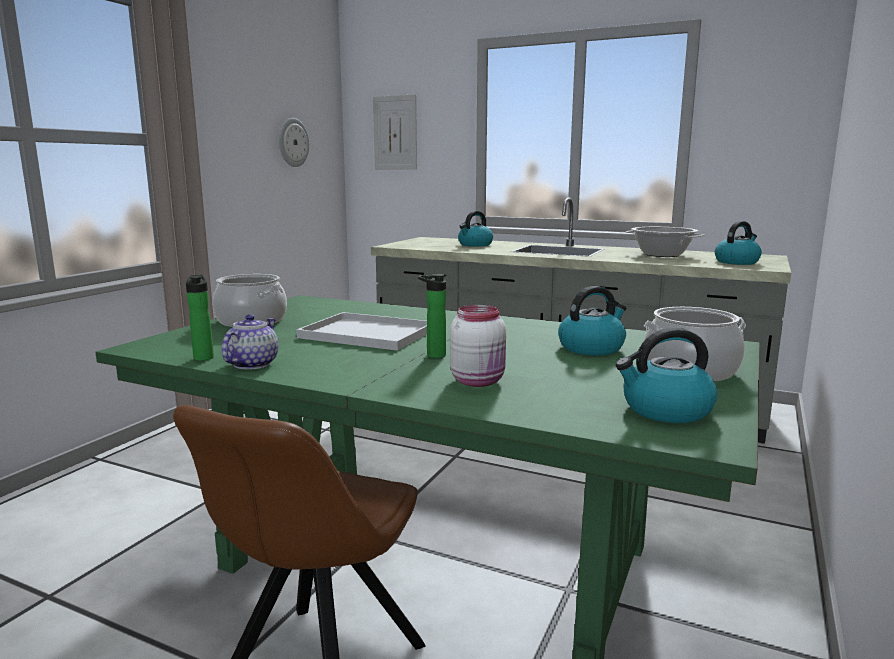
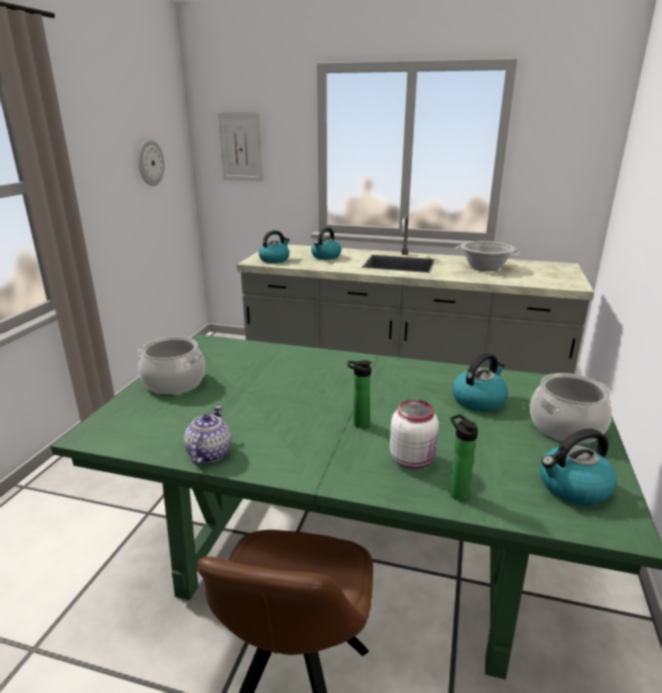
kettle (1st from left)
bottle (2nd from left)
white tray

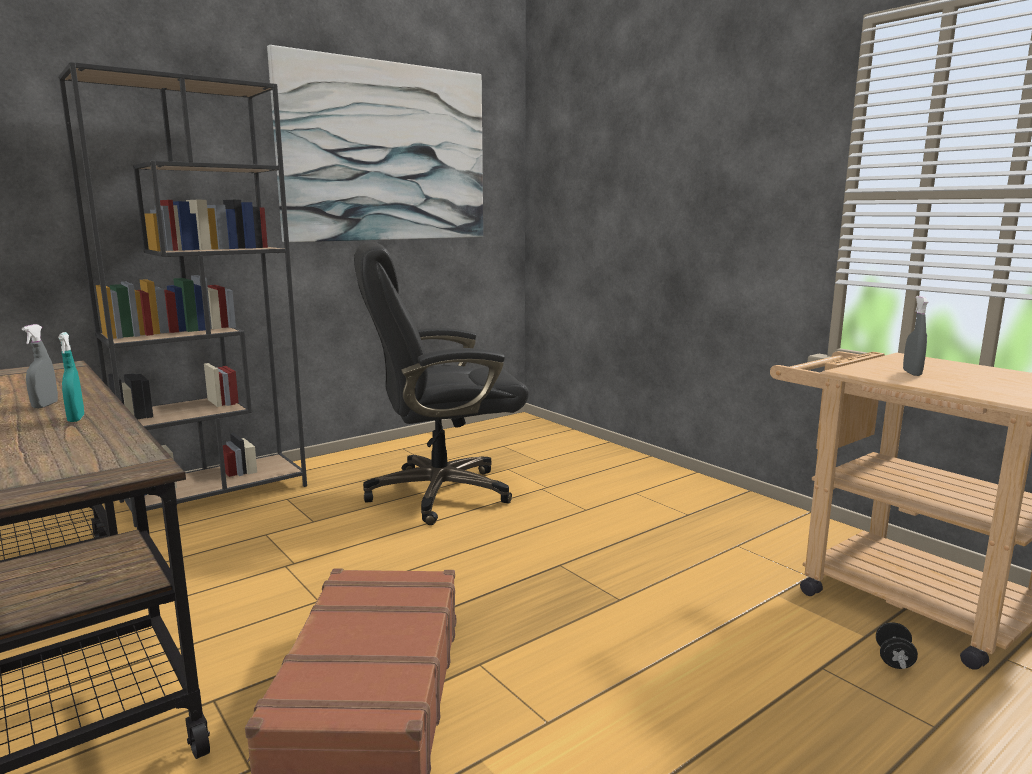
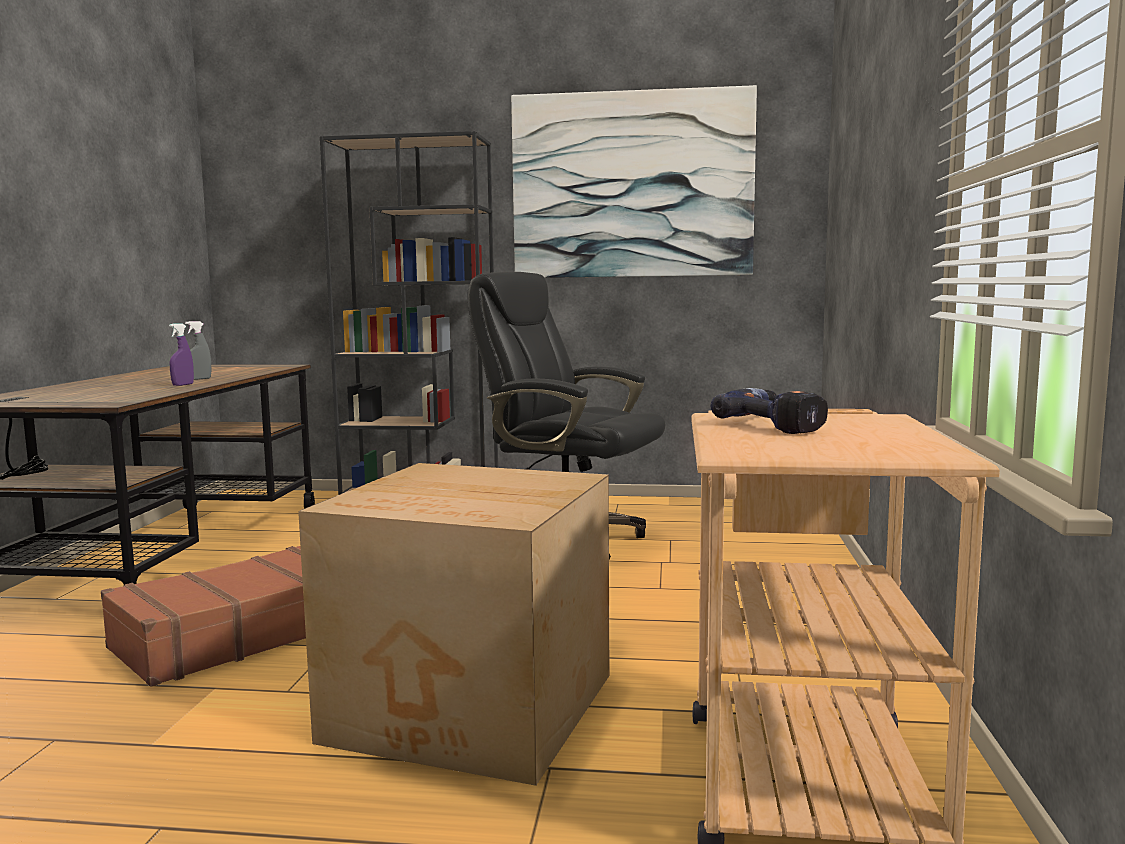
power drill
purple spray bottle
black dumbbell
cardboard box

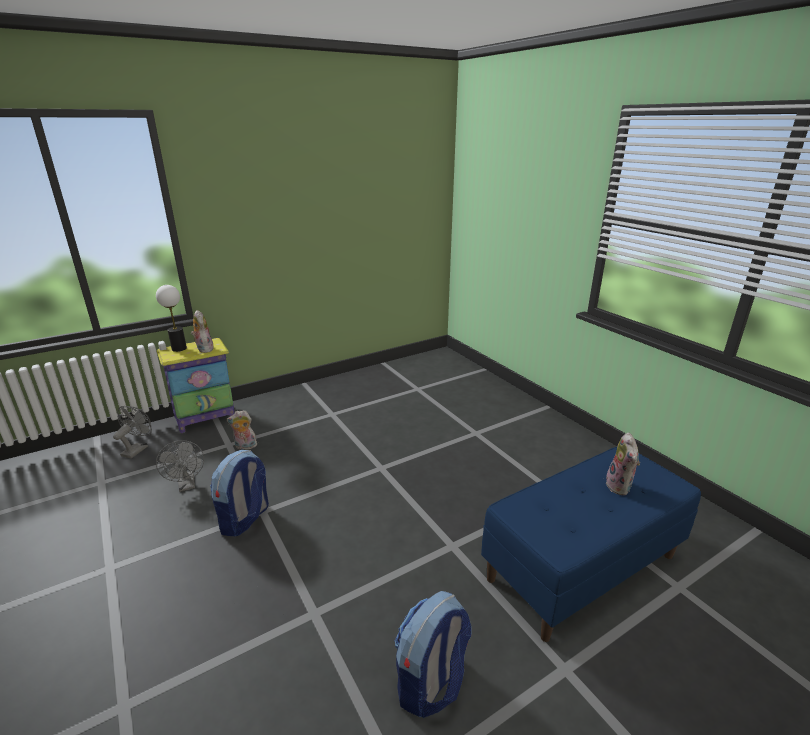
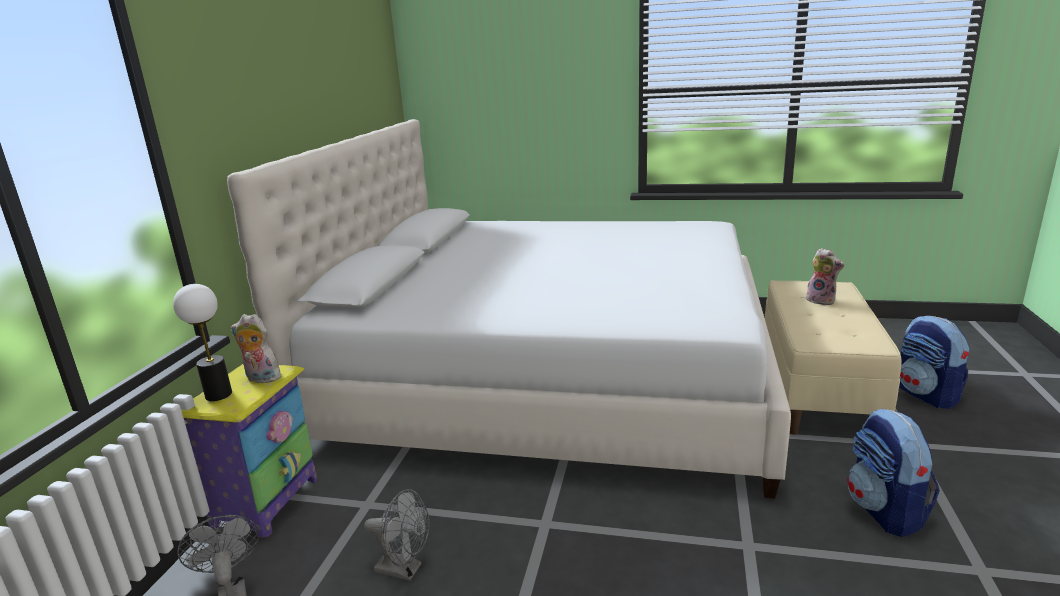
plush toy (2nd from left in the first image)
beige bench
backpack (2nd from left)
white bed

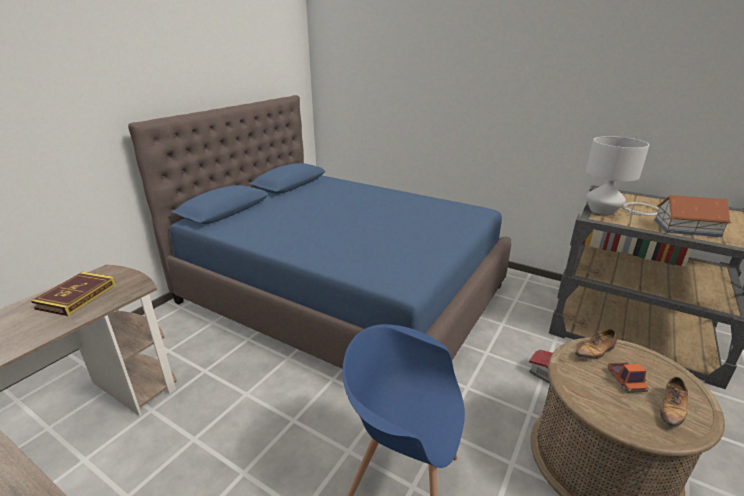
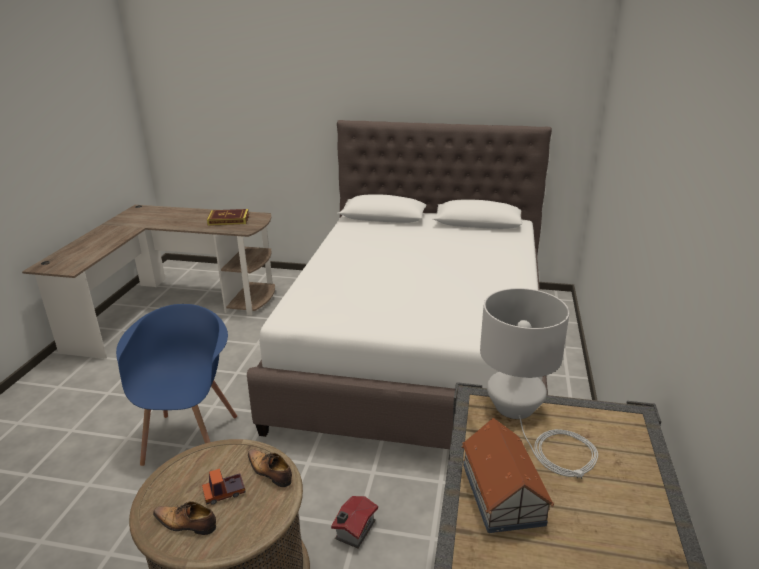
white bed

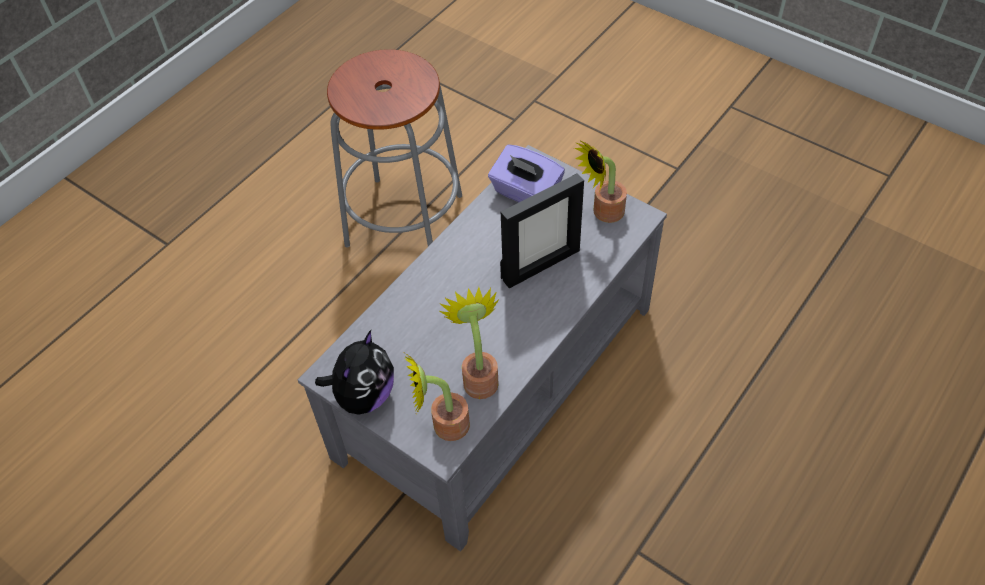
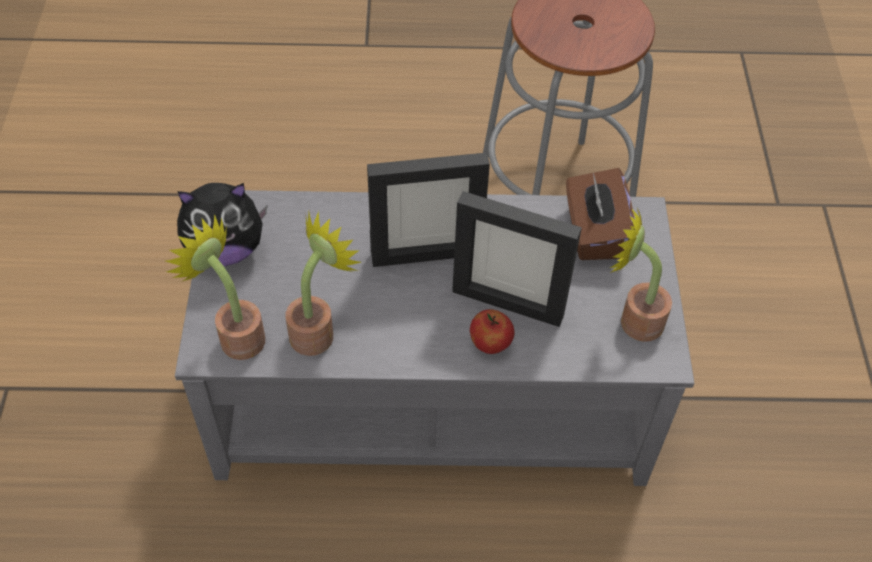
brown tissue box
picture frame (1st from left)
apple

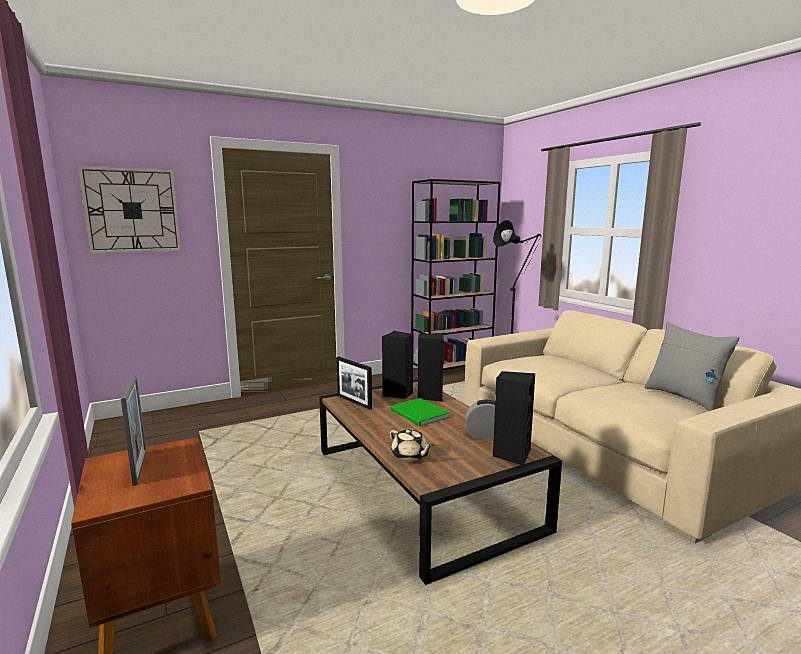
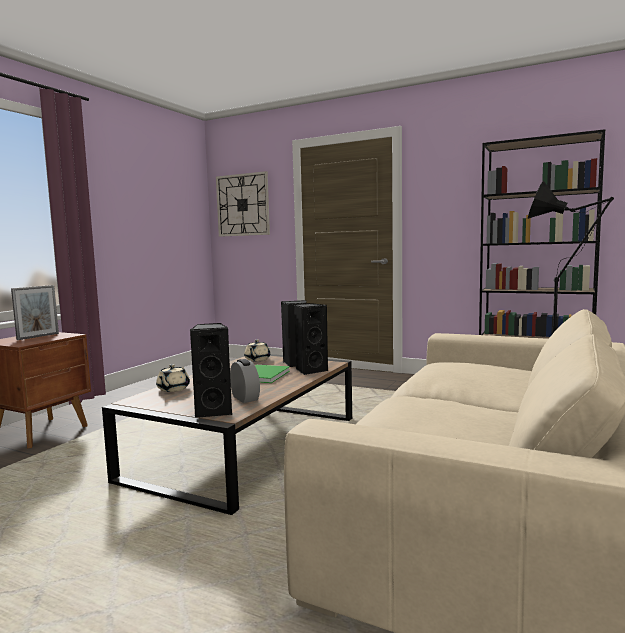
grey pillow
beige teapot (2nd from left)

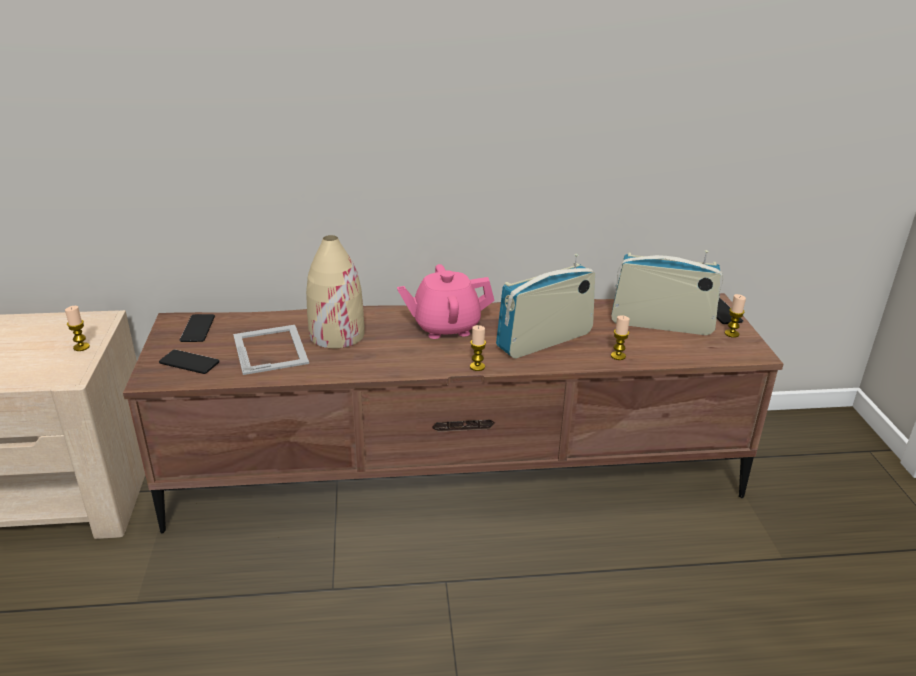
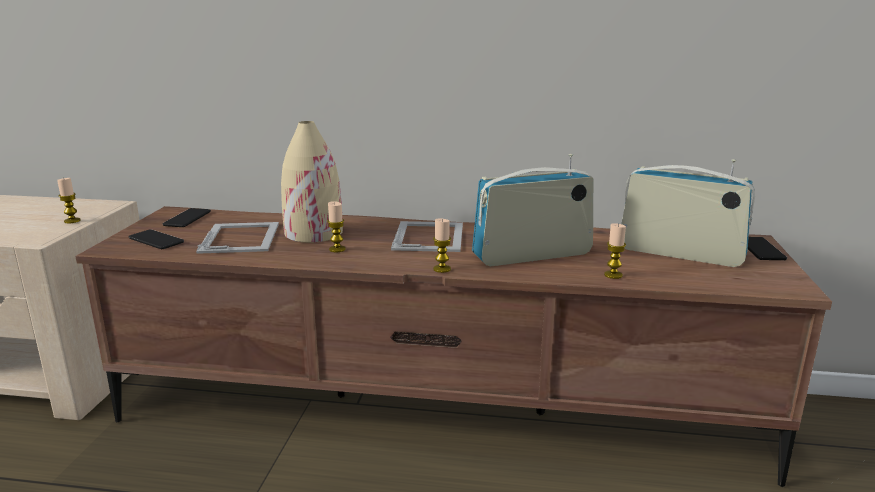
picture frame (2nd from left)
candle (2nd from left)

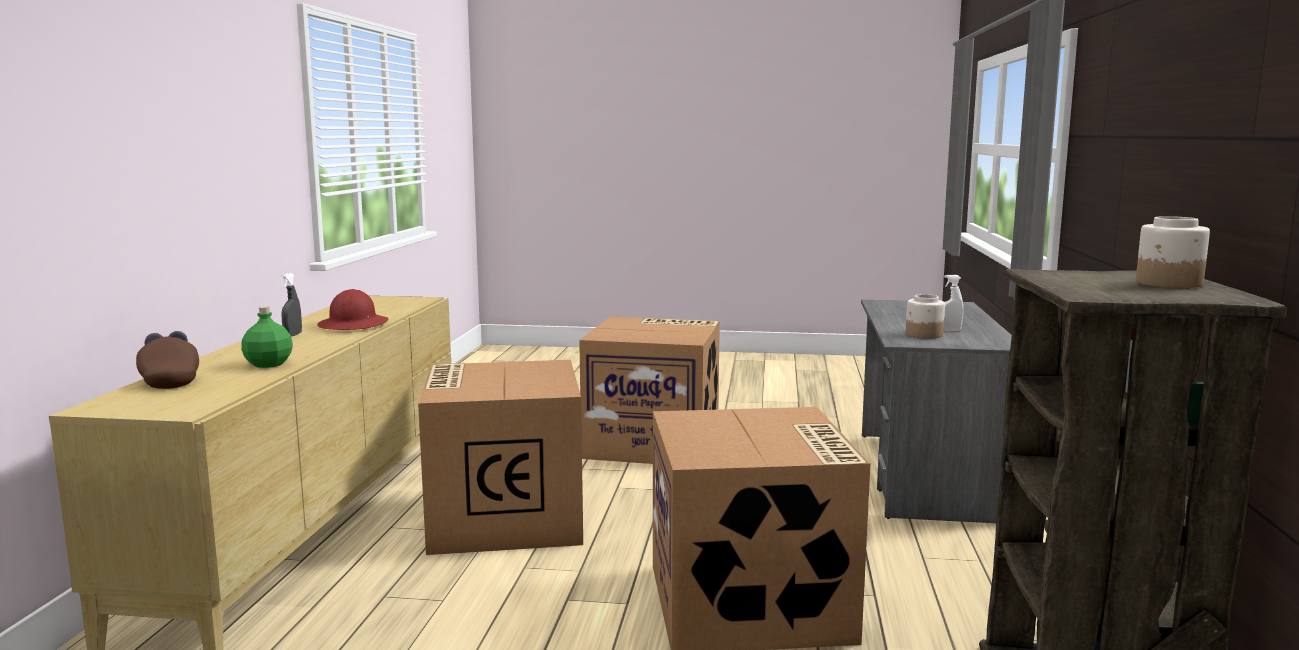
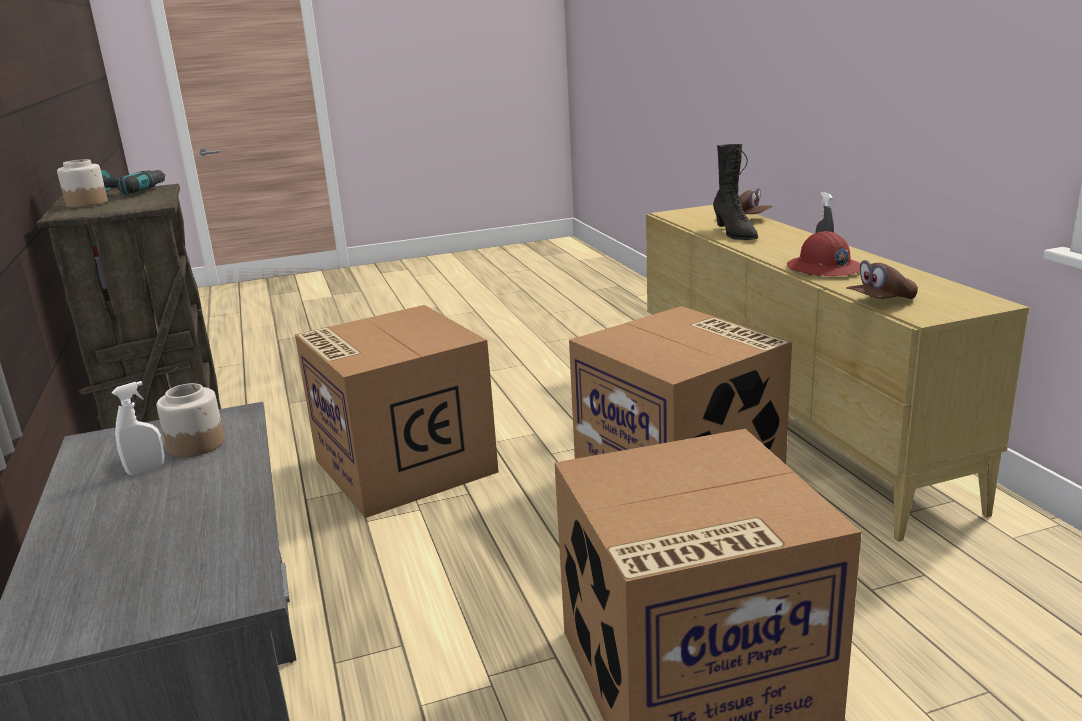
black boot
power drill
brown cap (2nd from left)

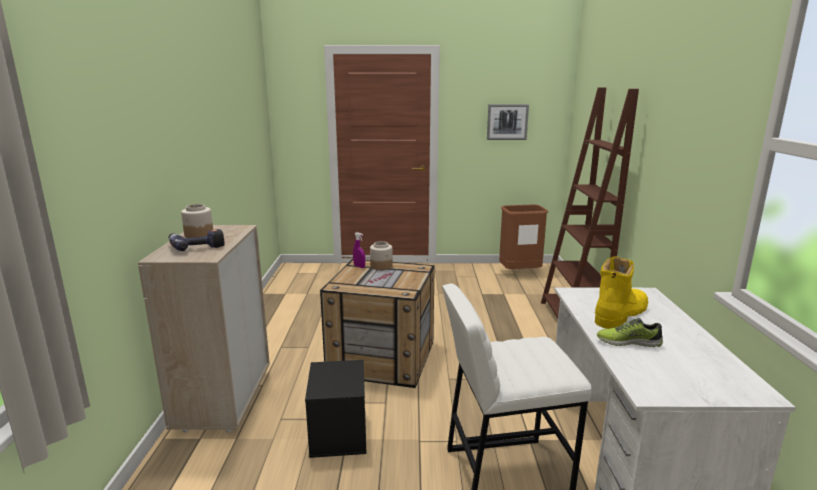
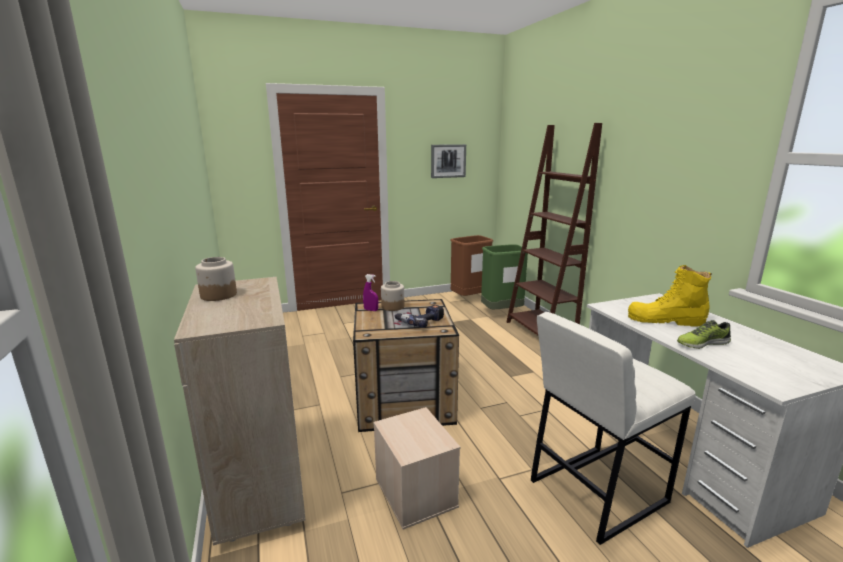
power drill
yellow boot
beige storage box
green trash can

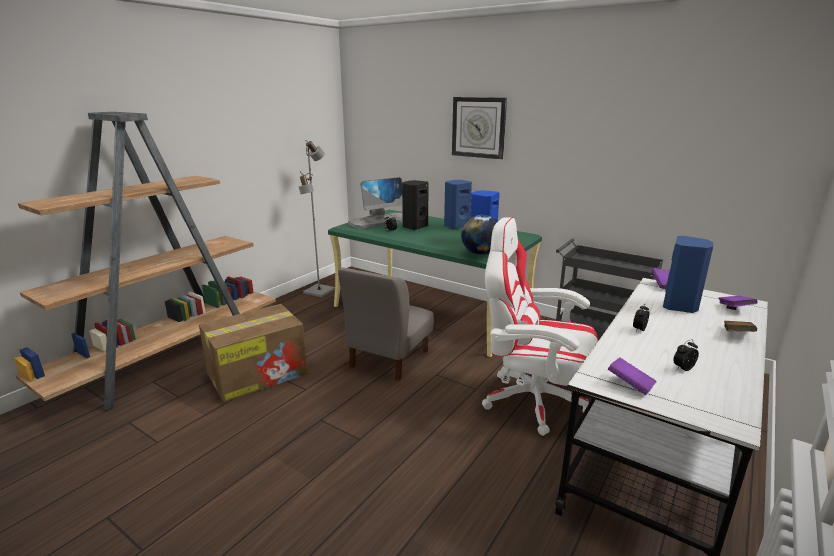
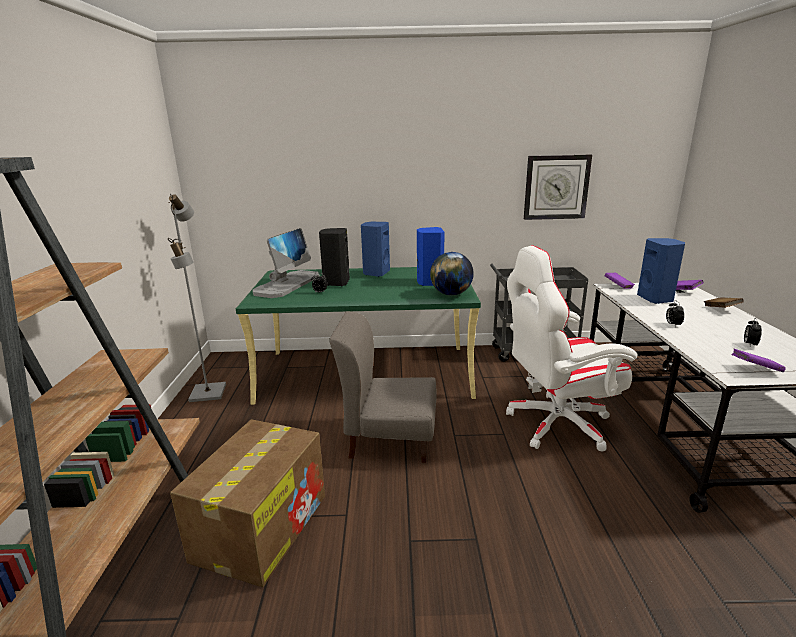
wall clock
grey chair

